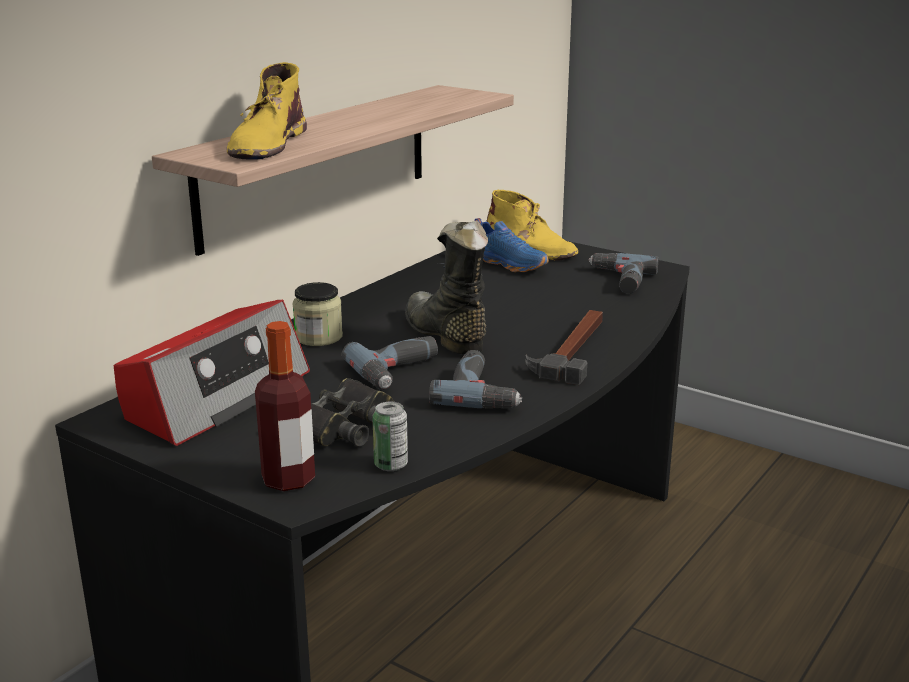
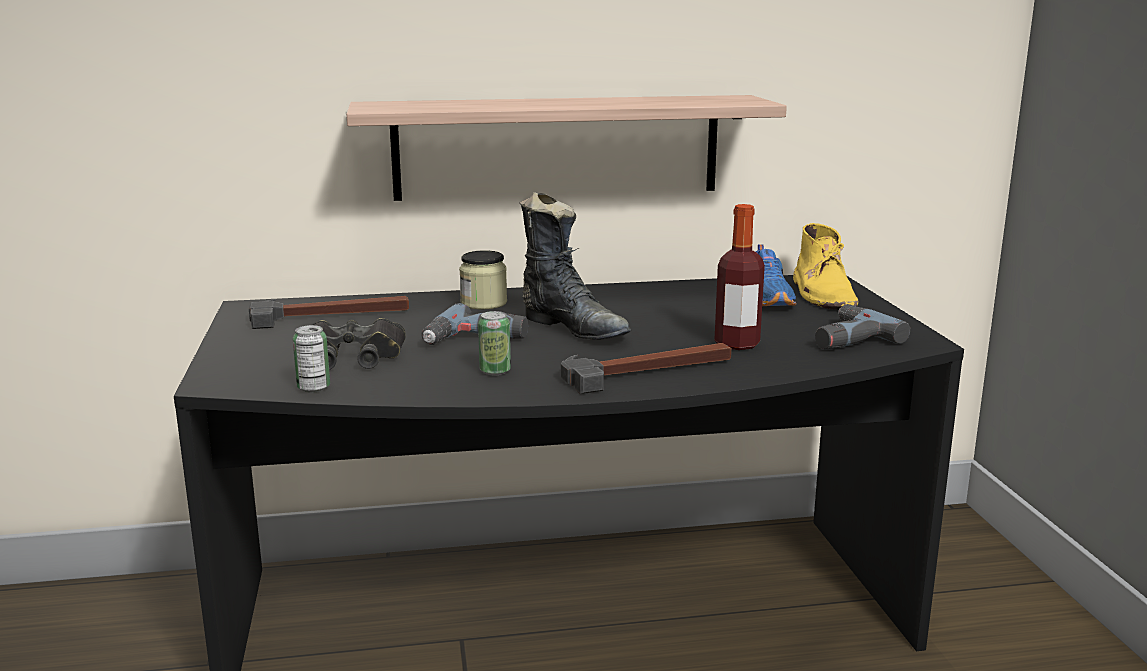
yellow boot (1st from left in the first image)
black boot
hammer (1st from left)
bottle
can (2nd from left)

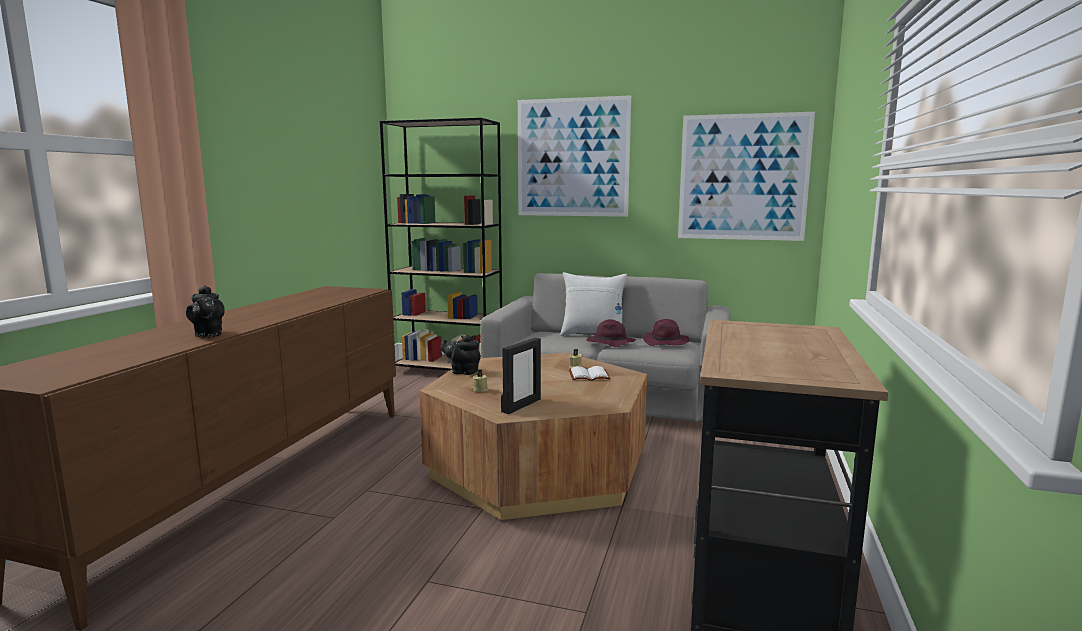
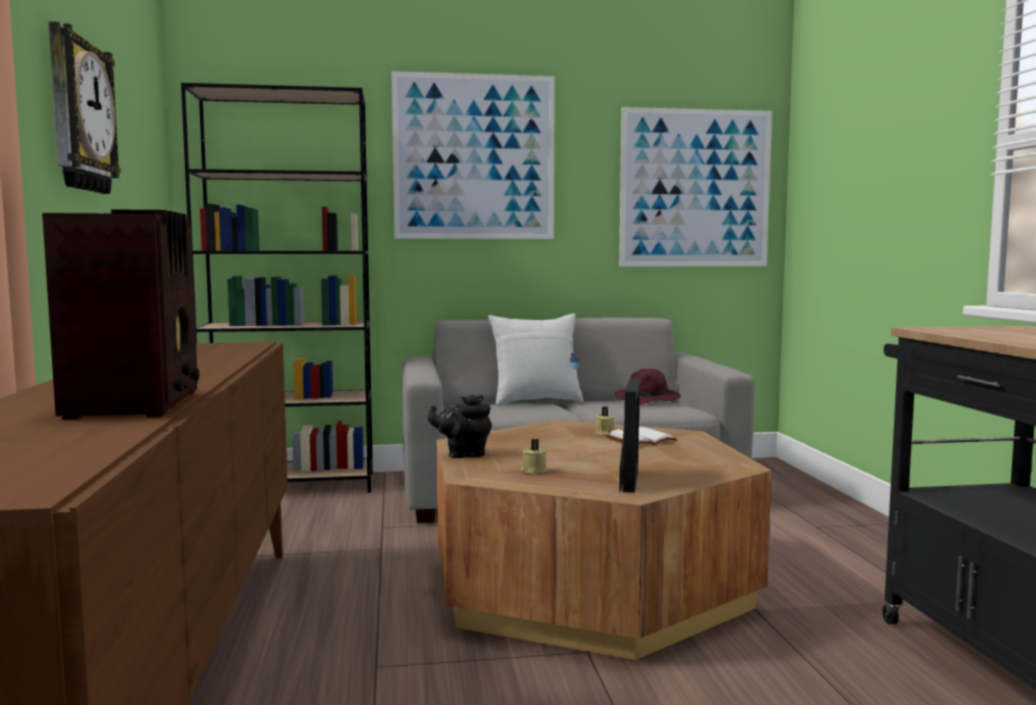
radio
purple hat (1st from left in the first image)
wall clock

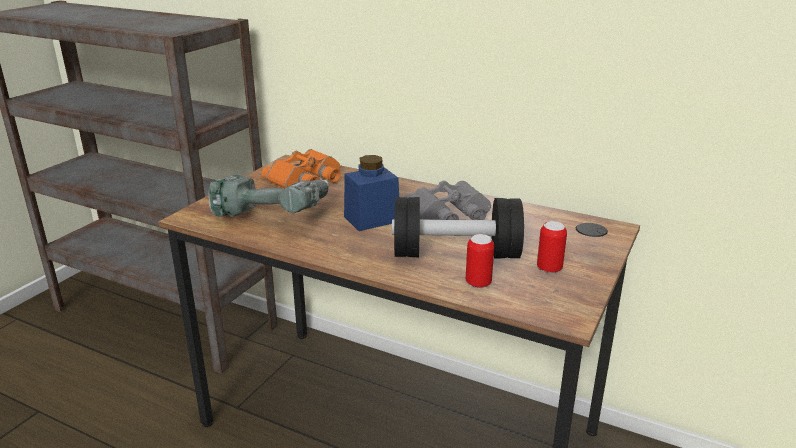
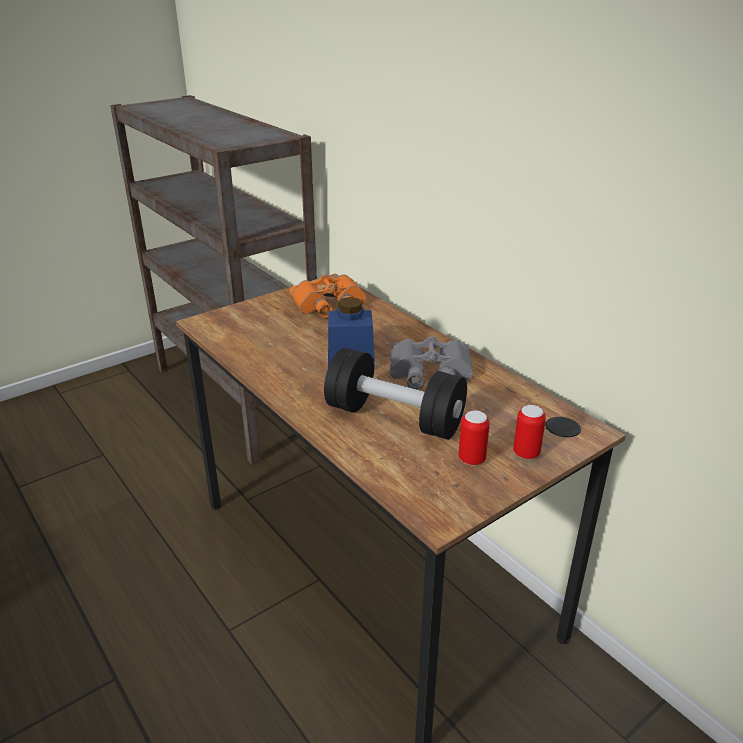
power drill
can (2nd from left)

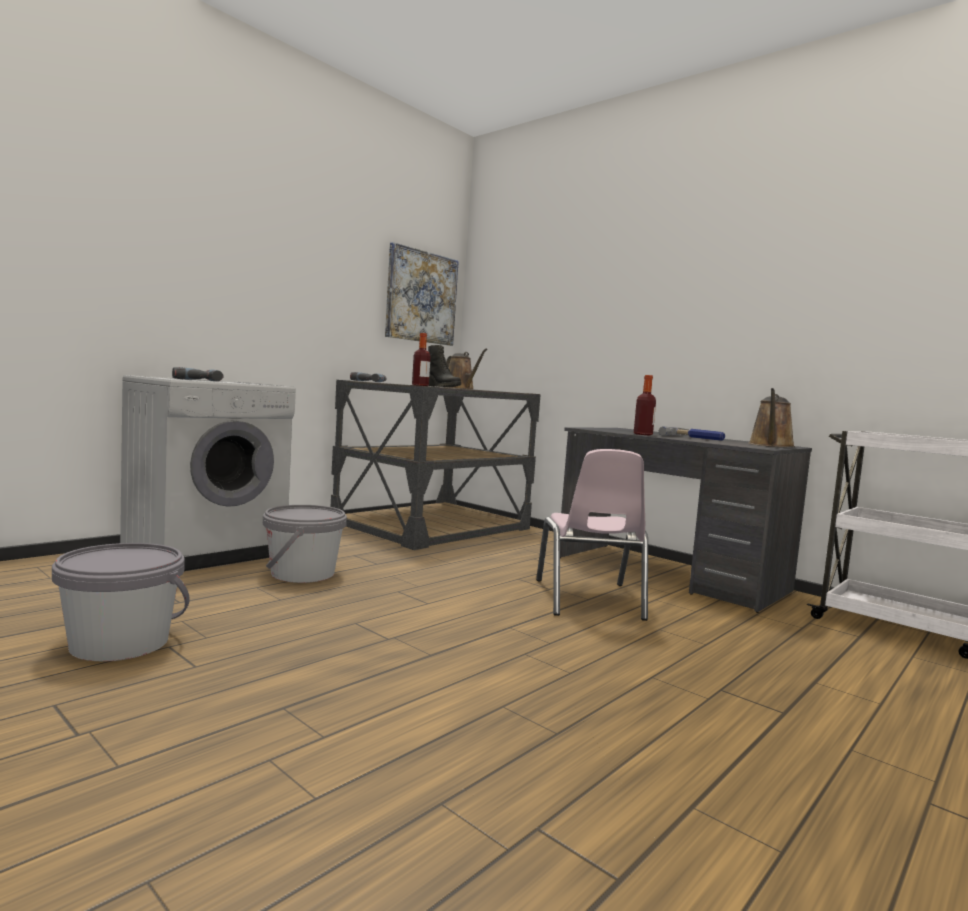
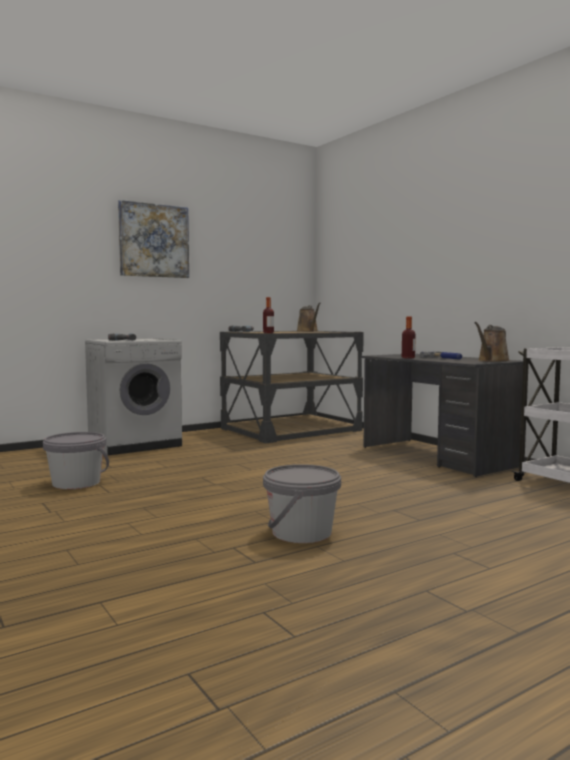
picture
black boot
pink chair
grey bucket (2nd from left)

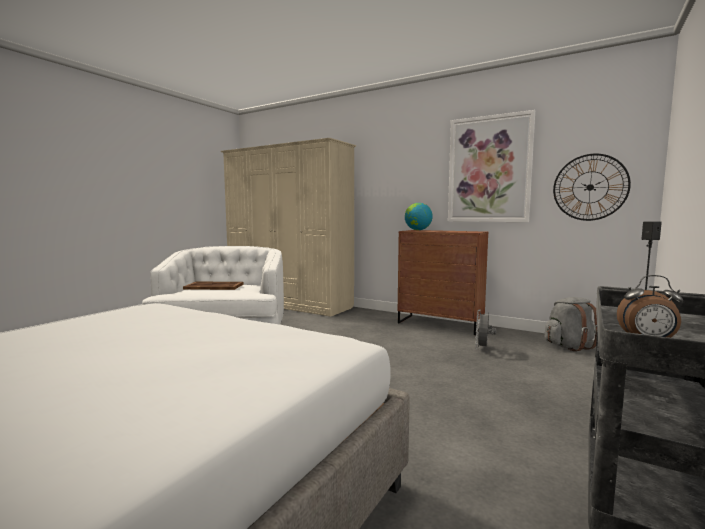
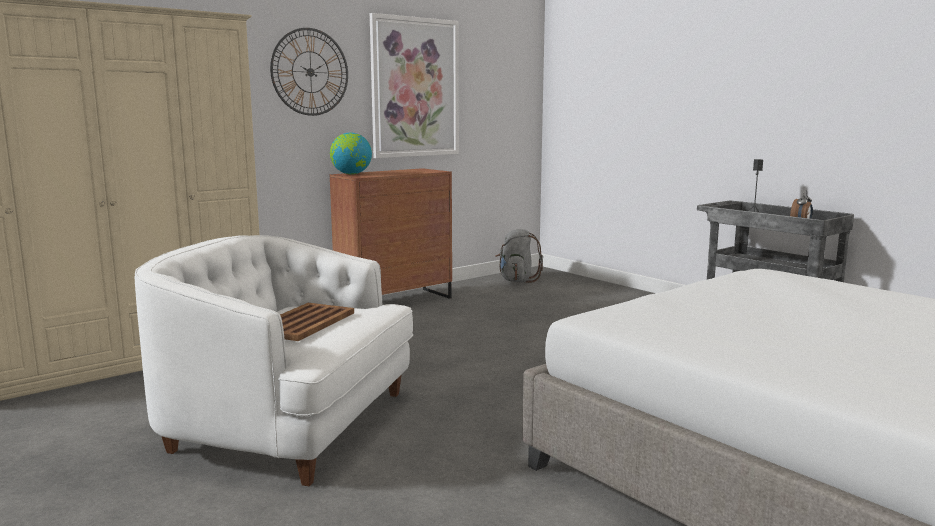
wall clock
grey fan

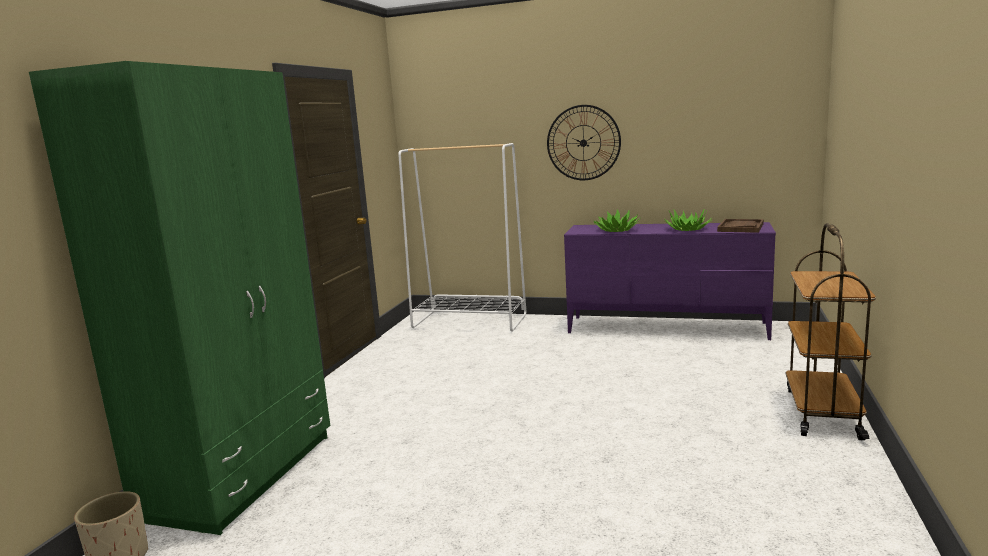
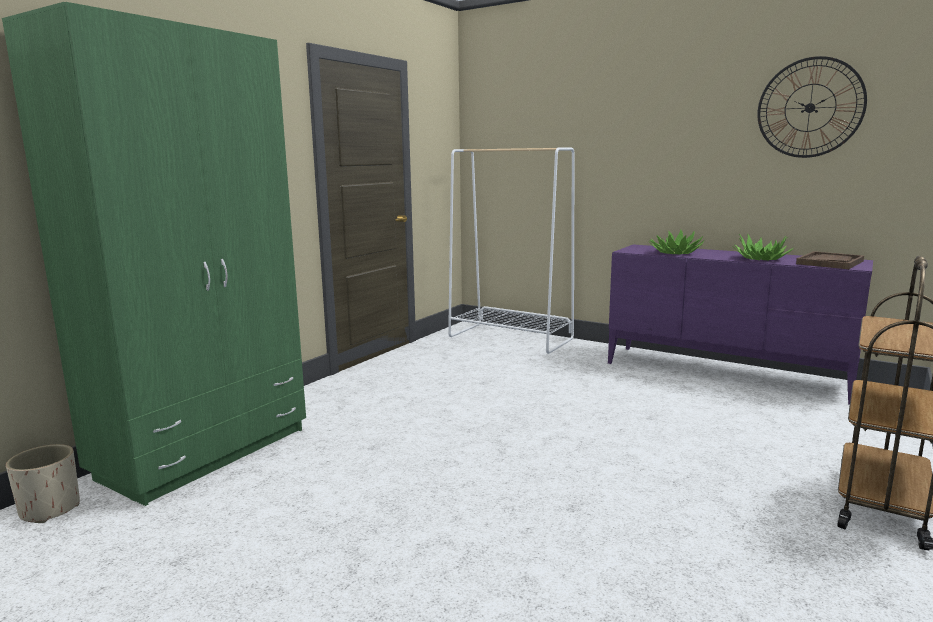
wall clock

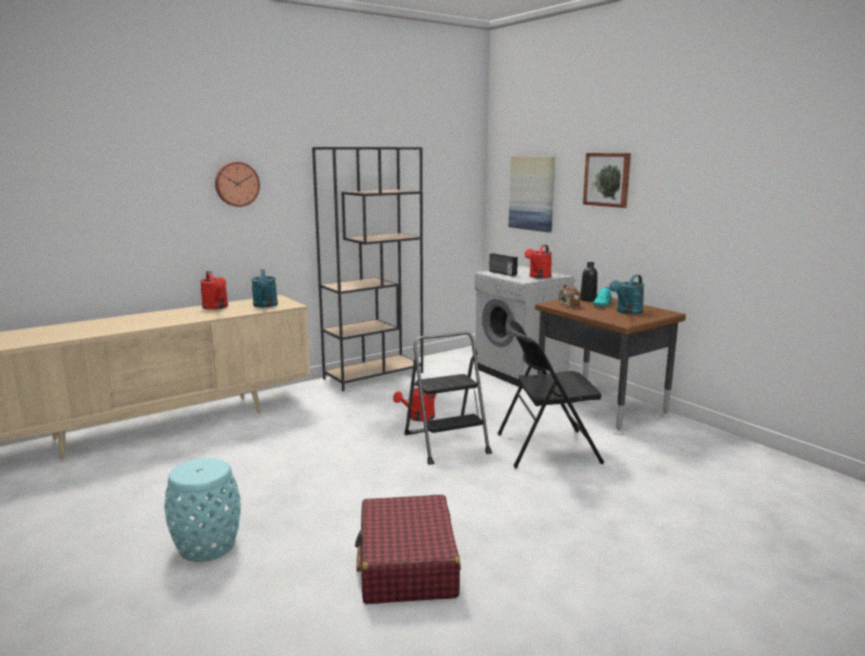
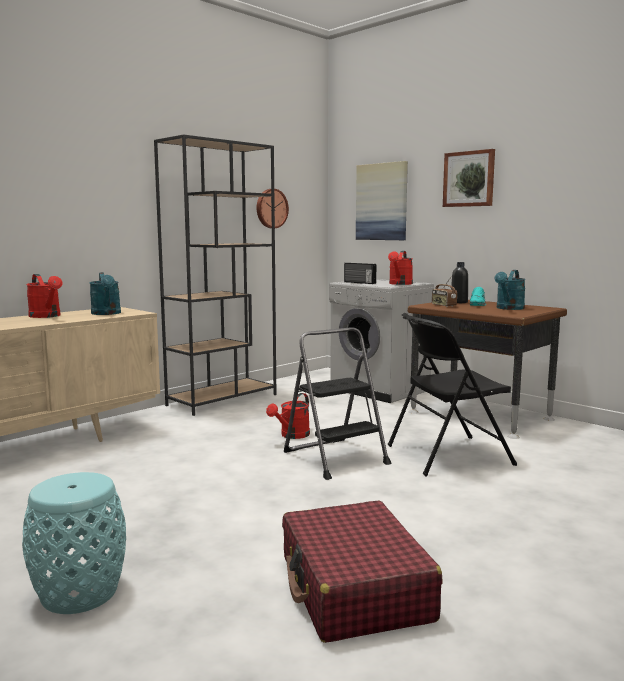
wall clock

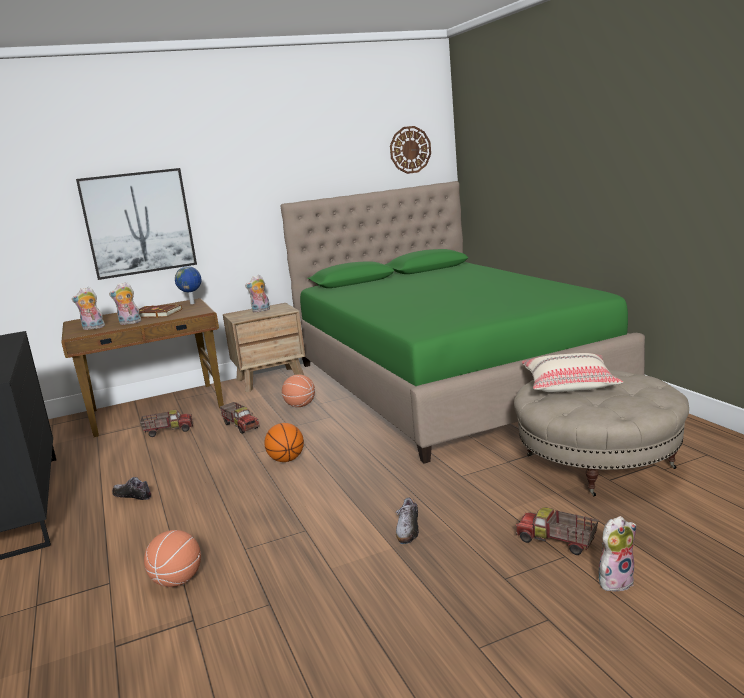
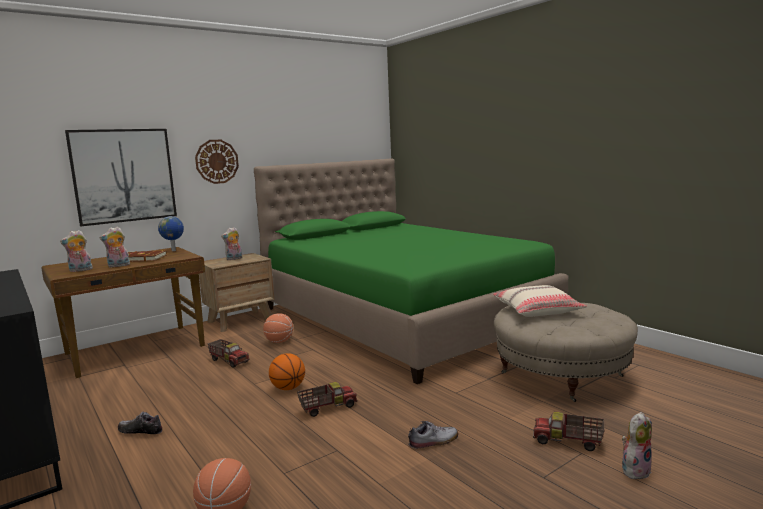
wall clock
toy truck (2nd from left)
shoe (2nd from left)

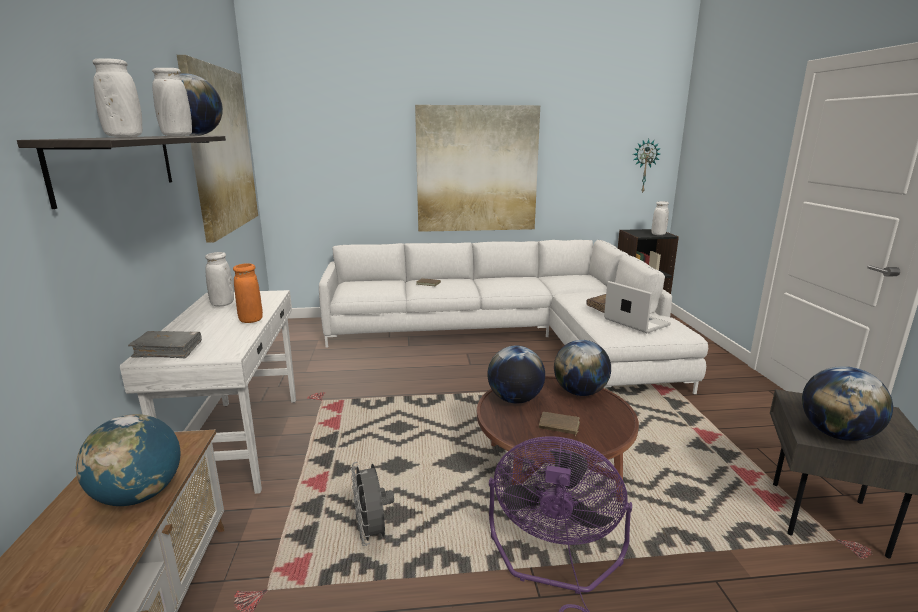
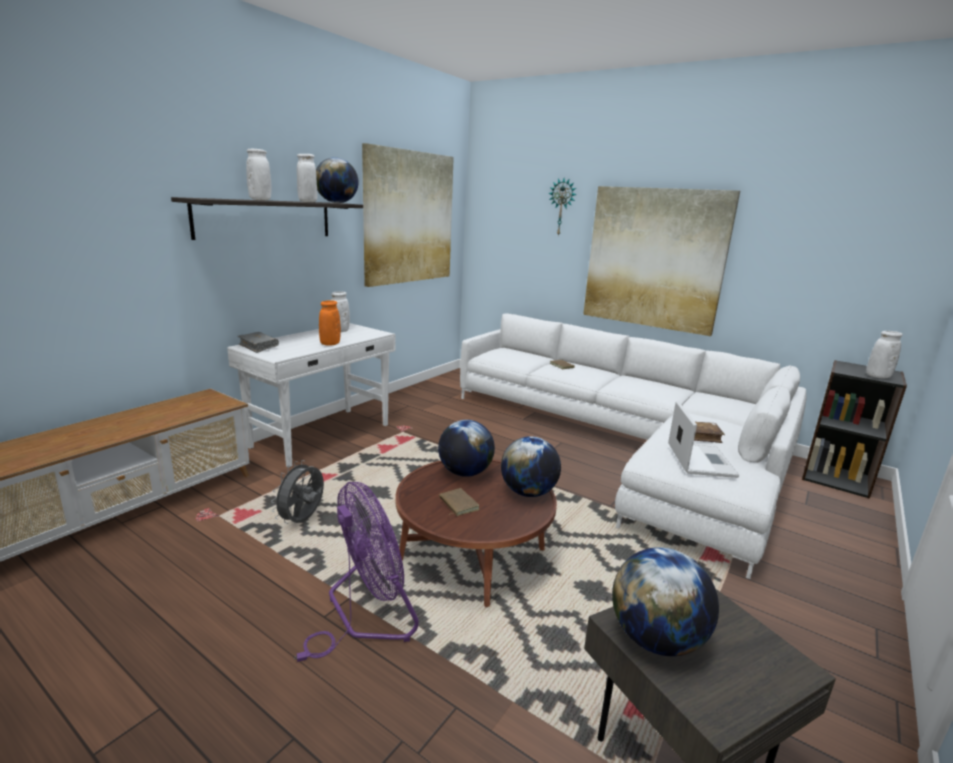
wall clock
globe (1st from left in the first image)

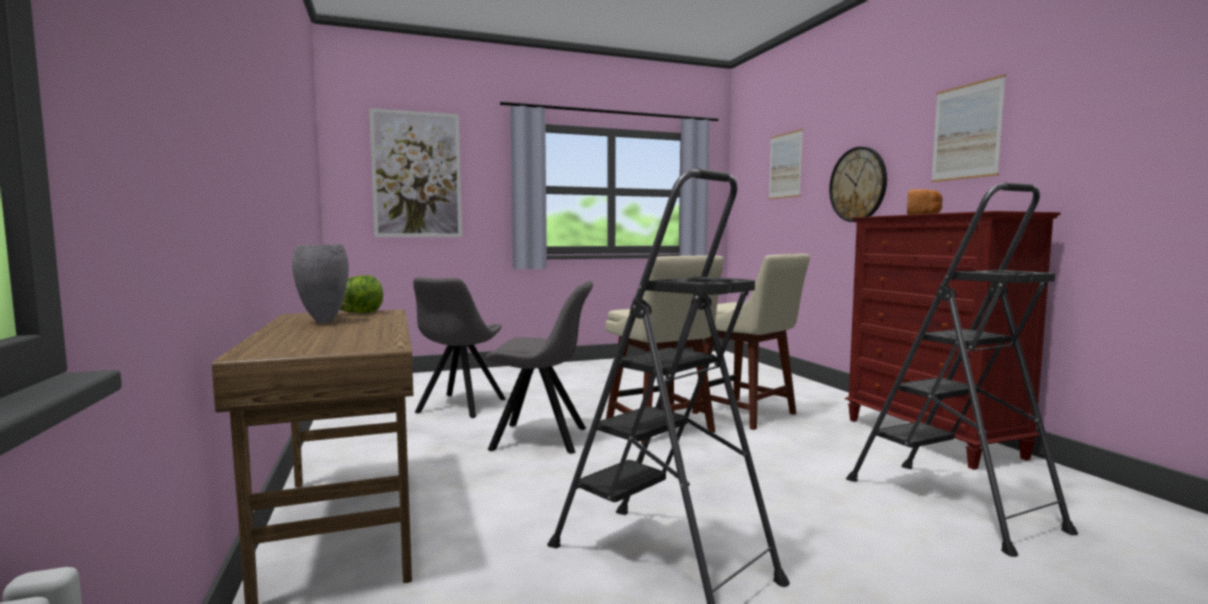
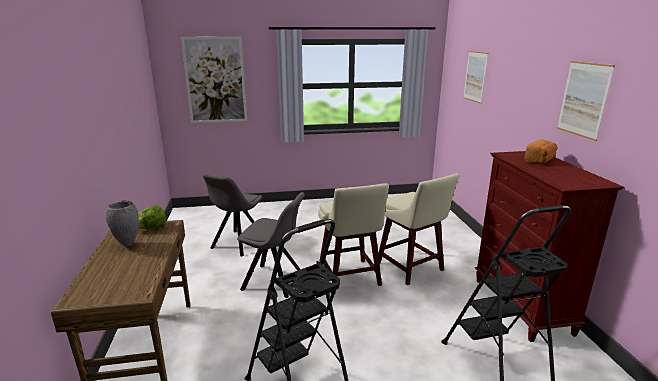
wall clock

